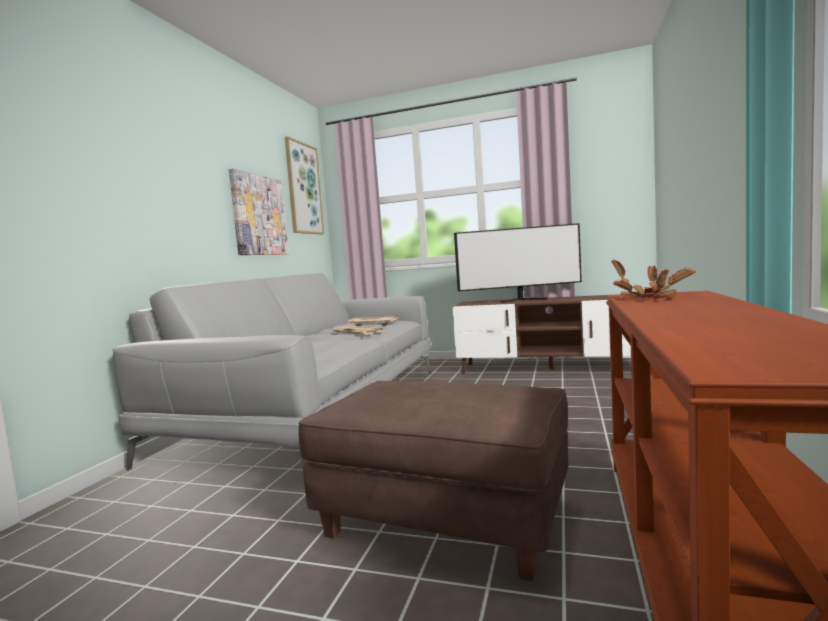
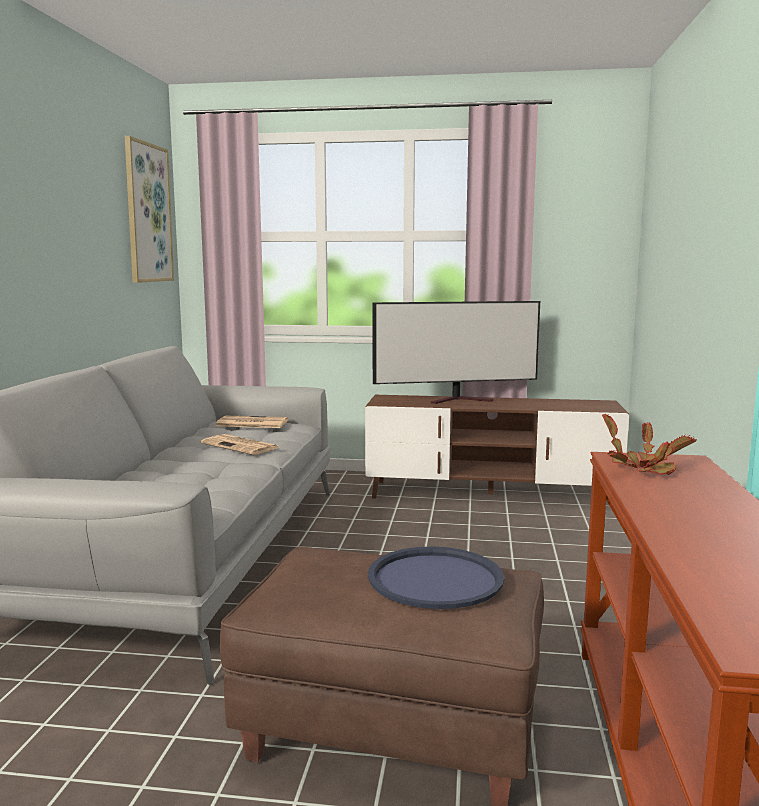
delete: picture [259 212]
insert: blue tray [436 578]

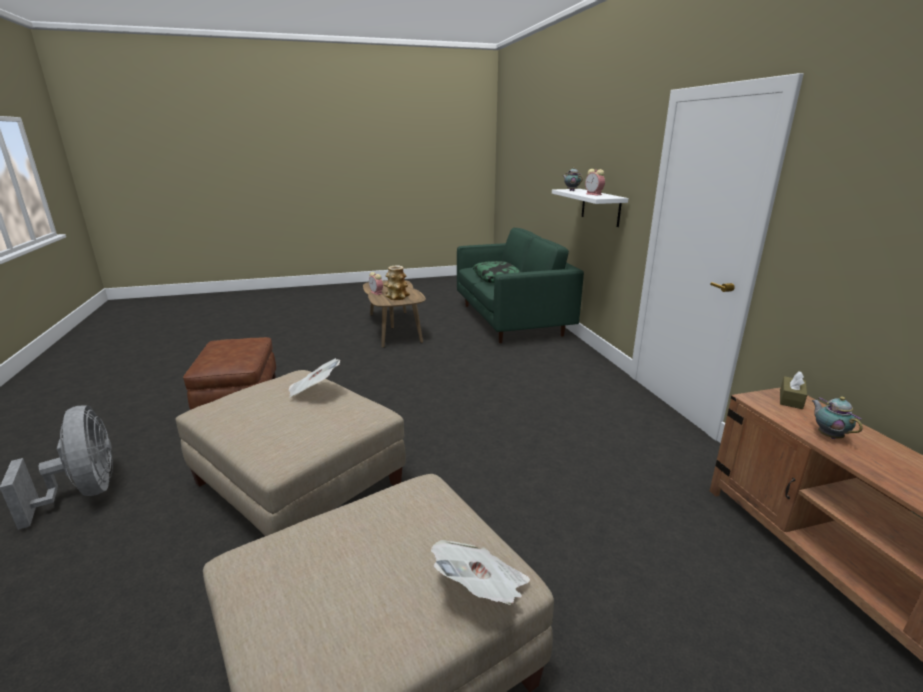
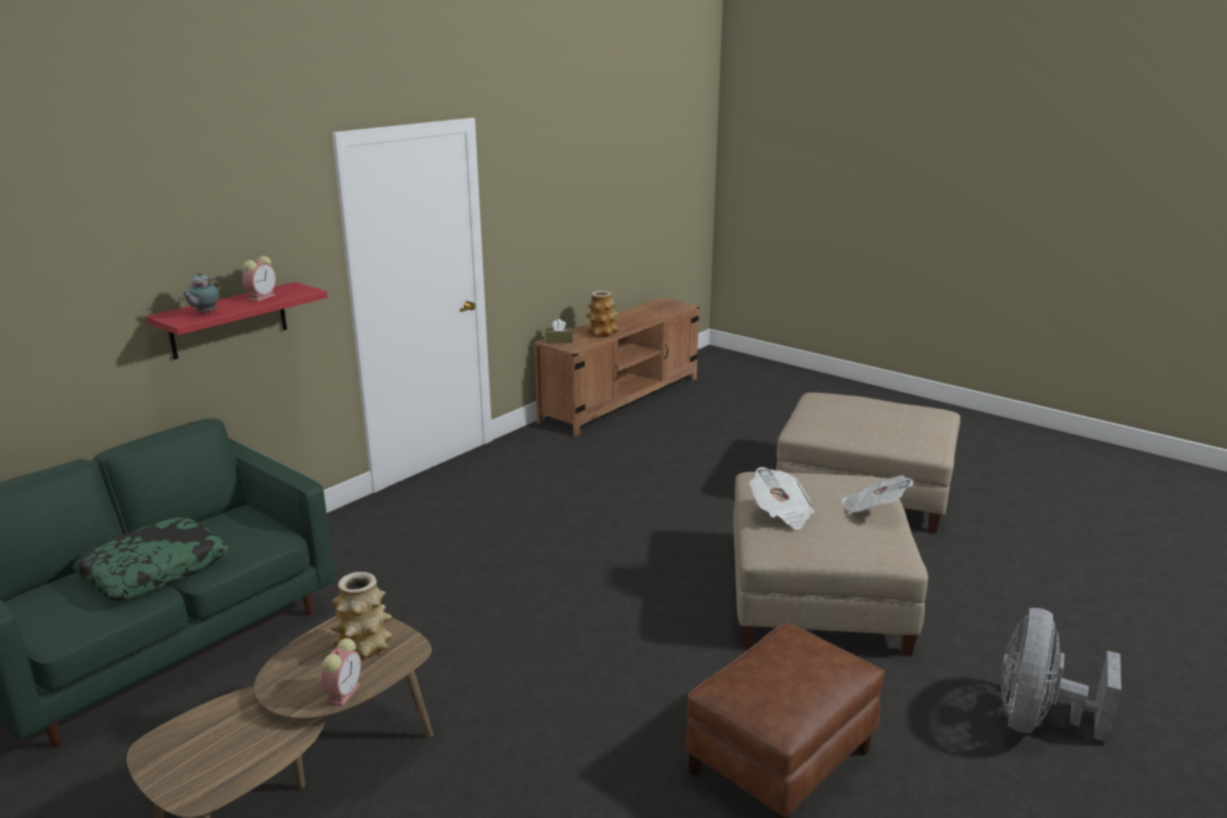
move: newspaper [480 572] to [877 494]
replace: teapot [837 418] to vase [602 314]
recolor: white shelf [590 208] to red shelf [237 321]

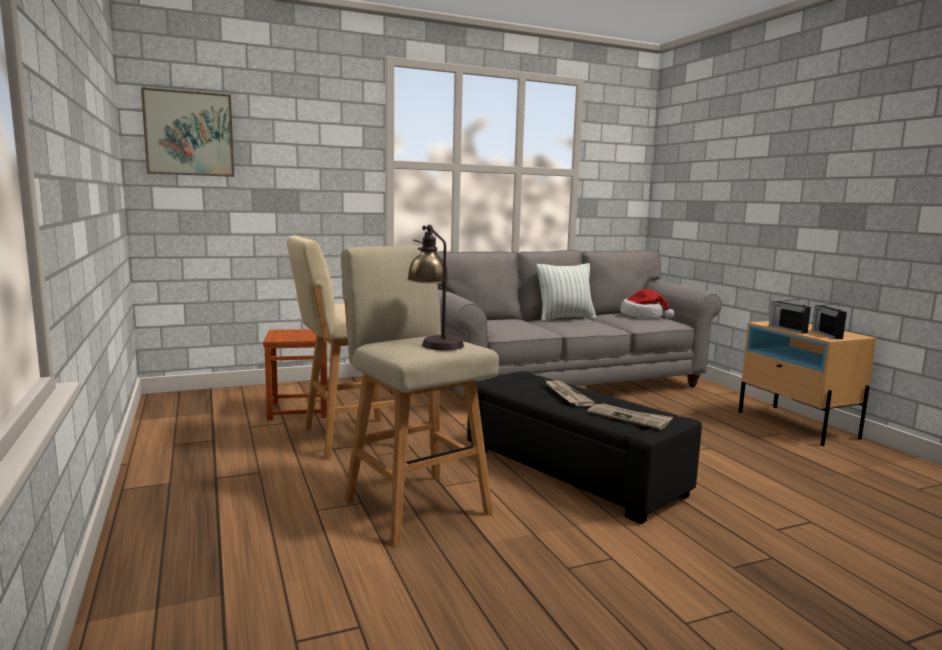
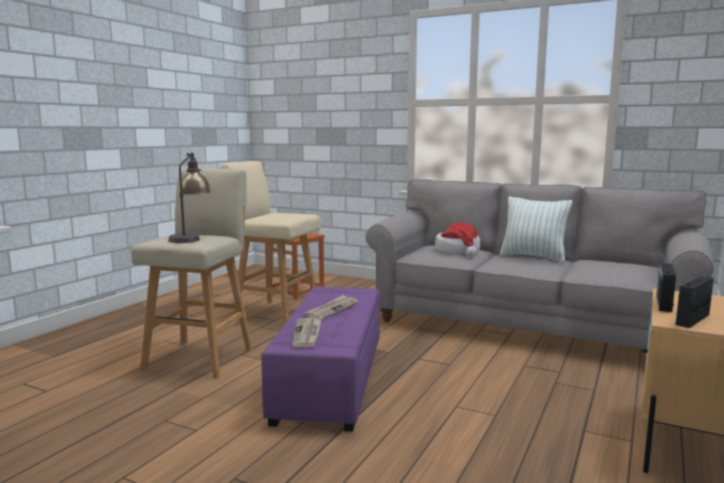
delete: picture [187 132]
move: hat [647 304] to [457 239]
recolor: black ottoman [584 447] to purple ottoman [320 359]

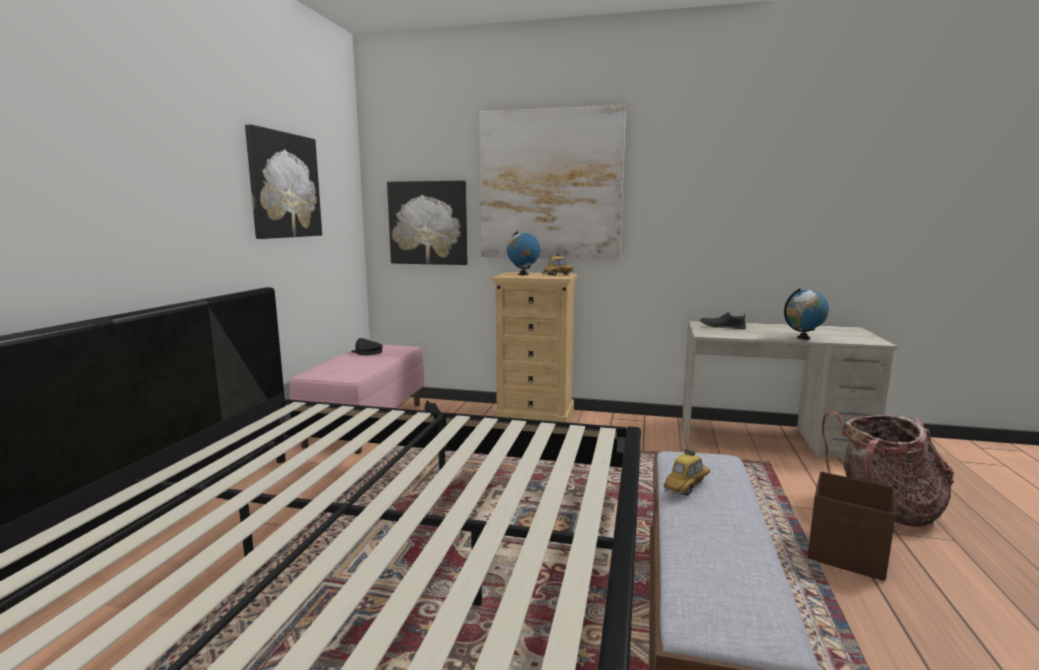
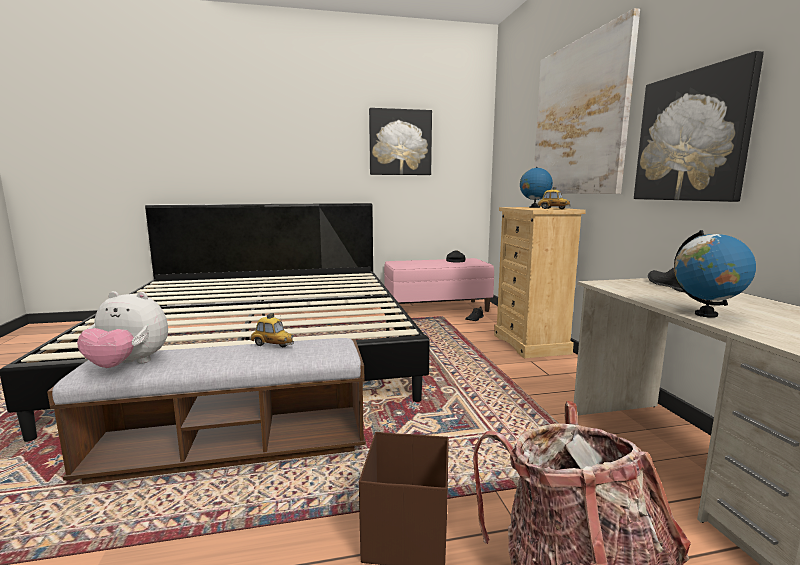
insert: plush toy [122 329]
move: picture [427 223] to [699 126]

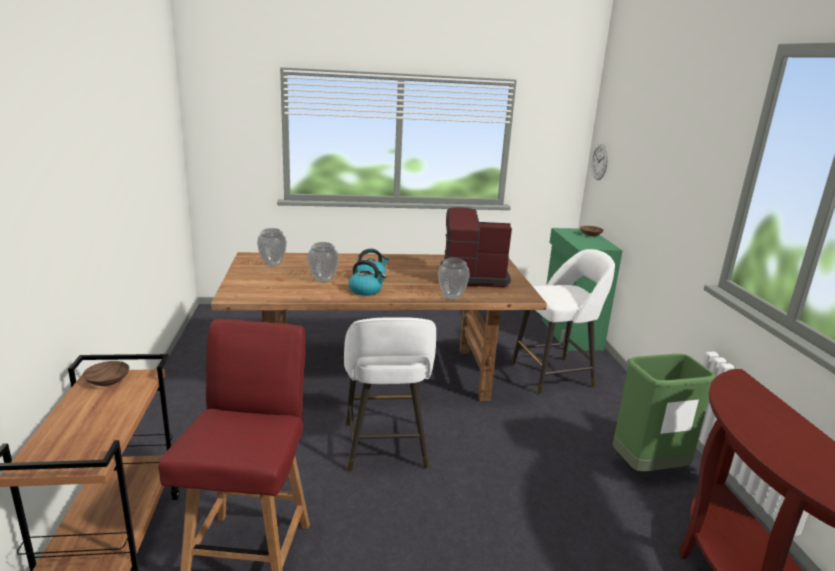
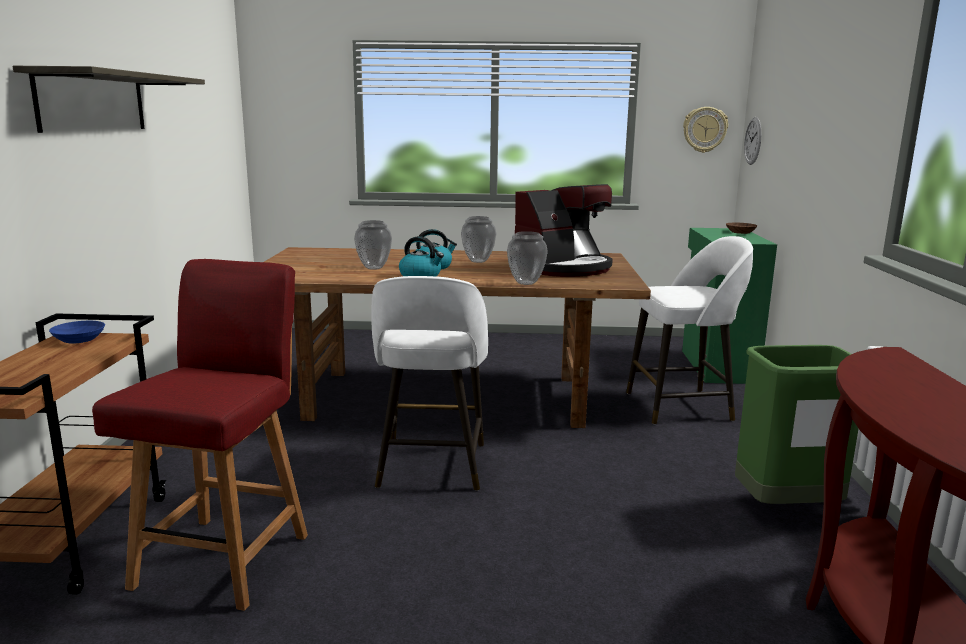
insert: shelf [109 99]; wall clock [705 130]
move: vase [272 247] to [478 239]
recolor: brown bowl [106 373] to blue bowl [77 332]
rotate: coffee machine [476 247] = [564 230] 135 degrees clockwise

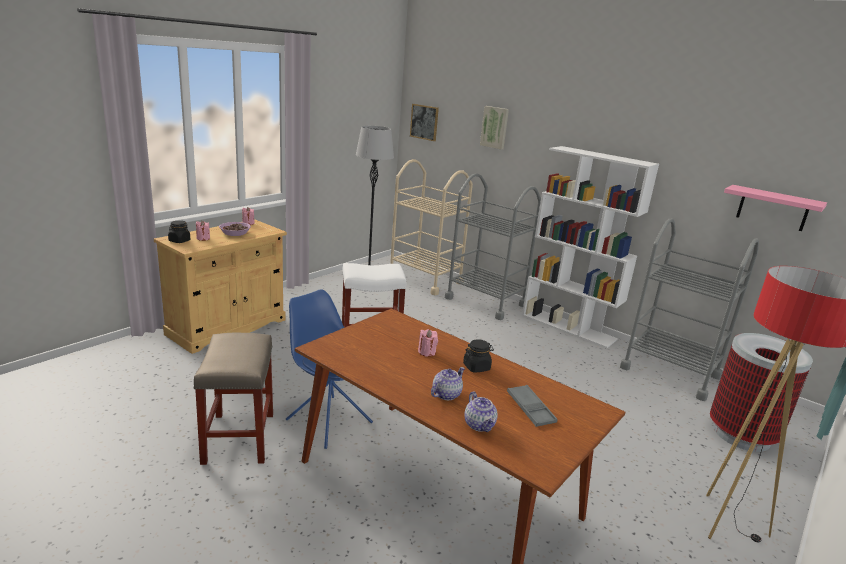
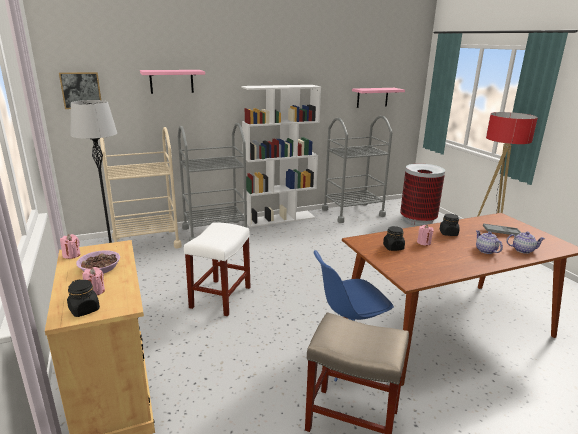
insert: black jar [394 238]
replace: picture [494 128] to pink shelf [172 82]

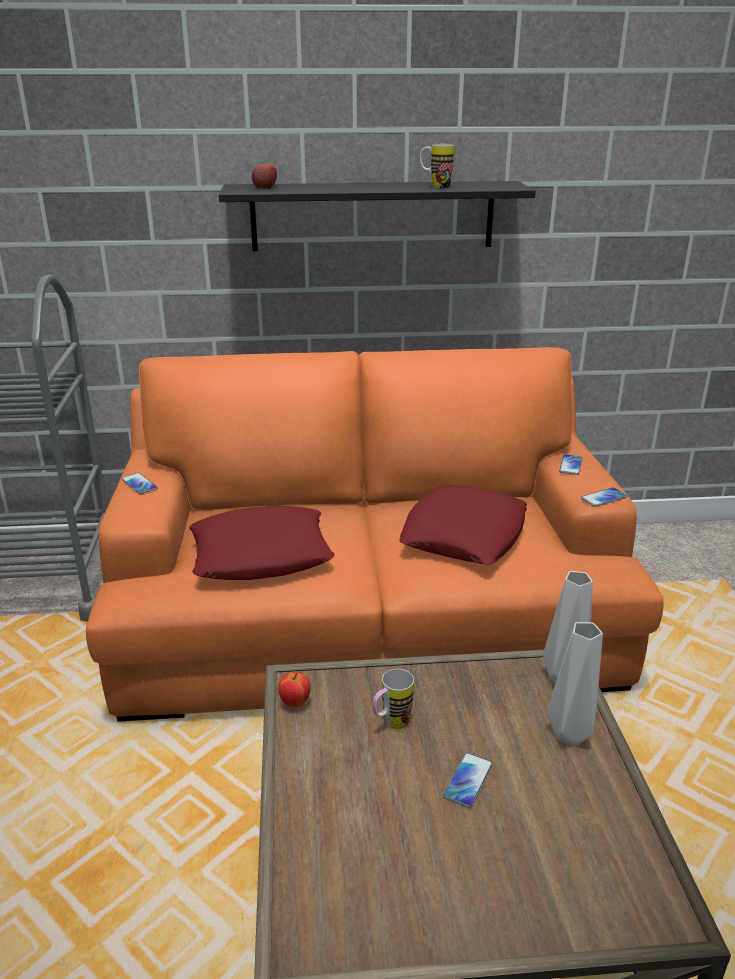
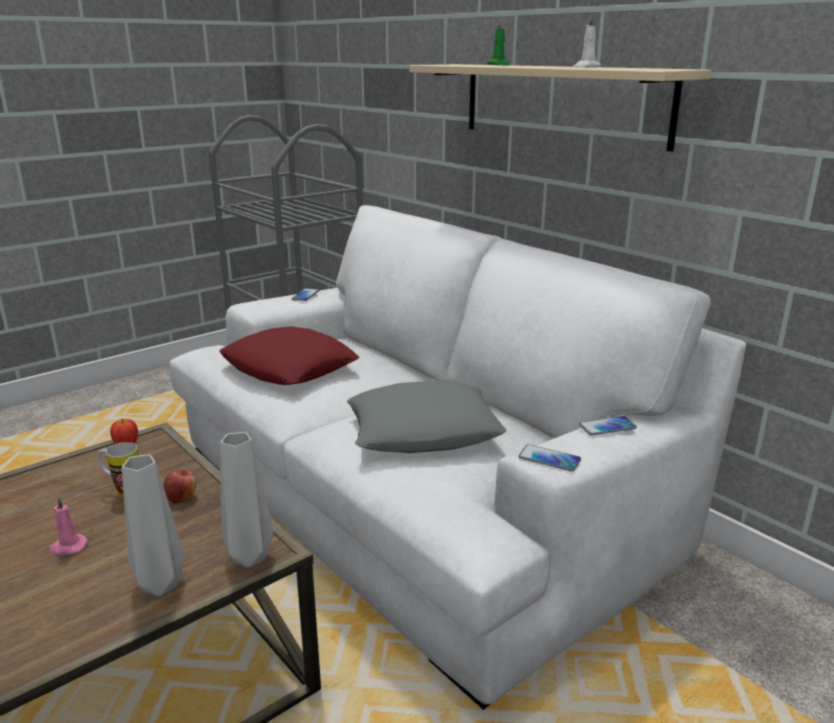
insert: green candle [498 42]
move: apple [264 176] to [179 486]
replace: mug [437 166] to white candle [587 41]; phone [468 780] to pink candle [68 526]
recolor: black shelf [377 216] to beige shelf [561 108]; orange sofa [375 534] to white sofa [458 457]; red pillow [463 524] to grey pillow [427 417]

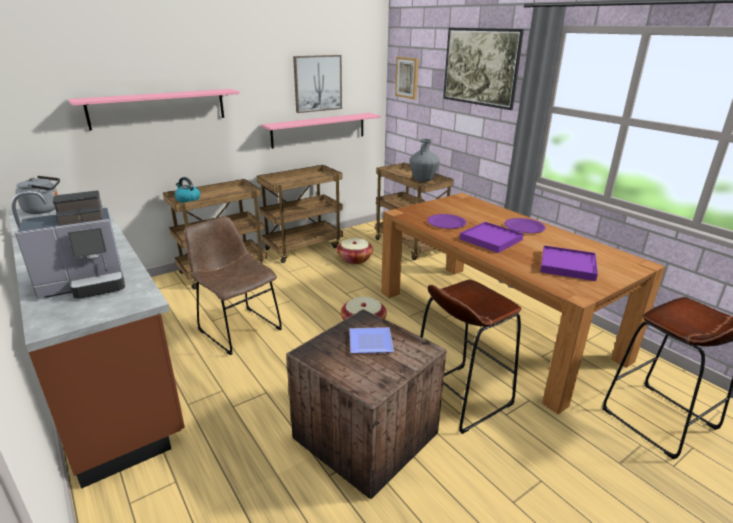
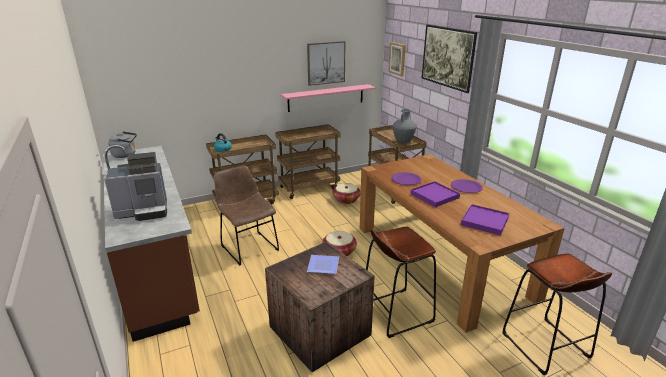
delete: pink shelf [154 110]

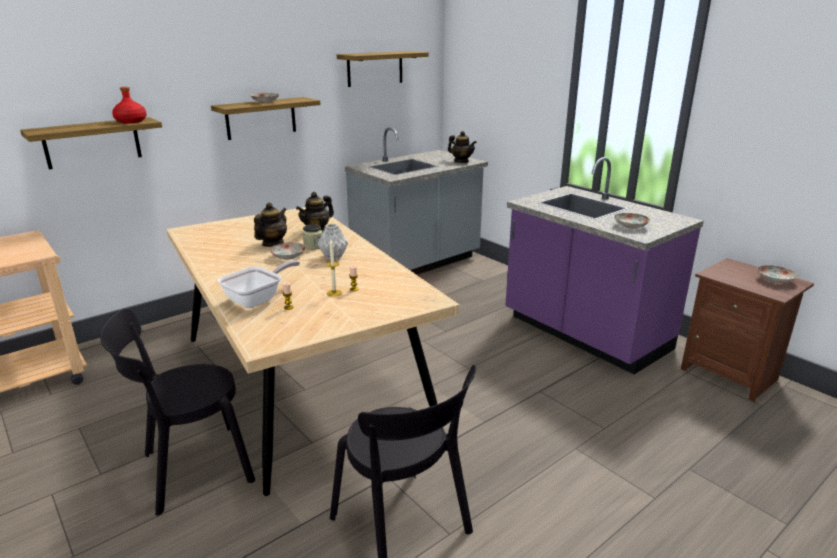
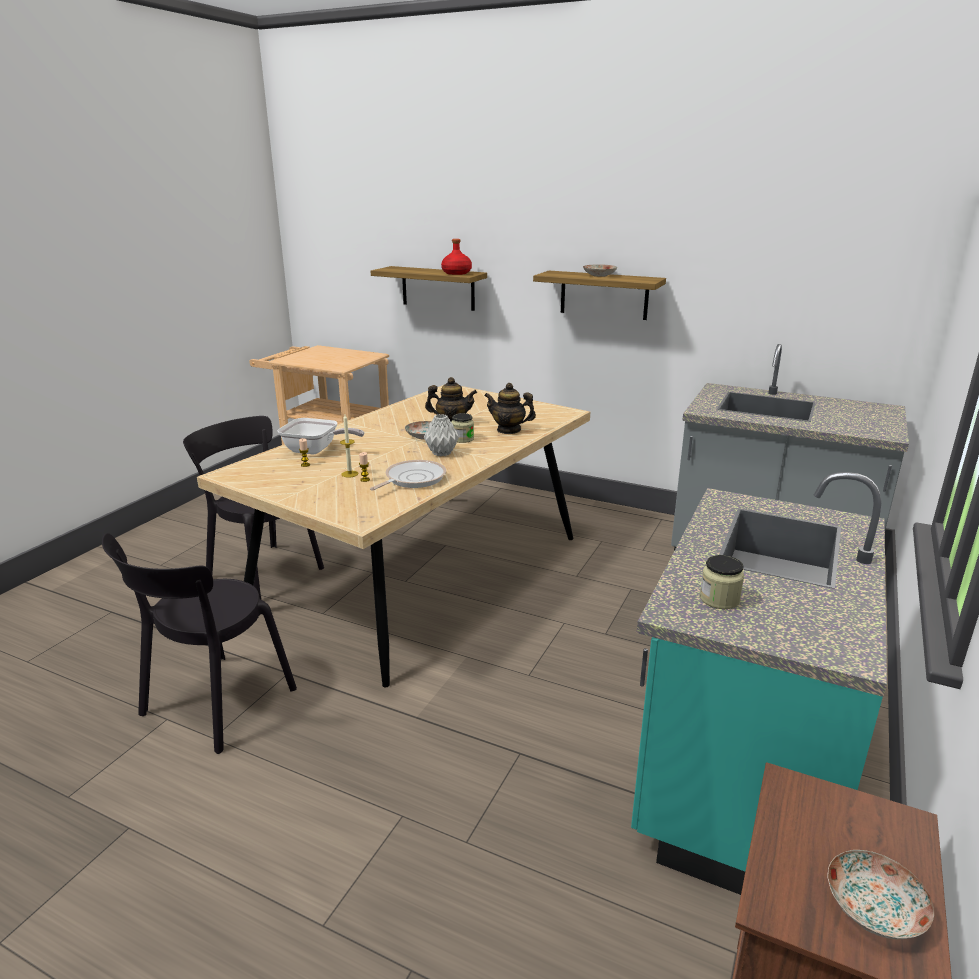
delete: shelf [383 69]; teapot [462 147]
insert: frying pan [408 475]
replace: plate [632 221] to jar [722 582]
recolor: purple counter [604 265] to turquoise counter [759 683]

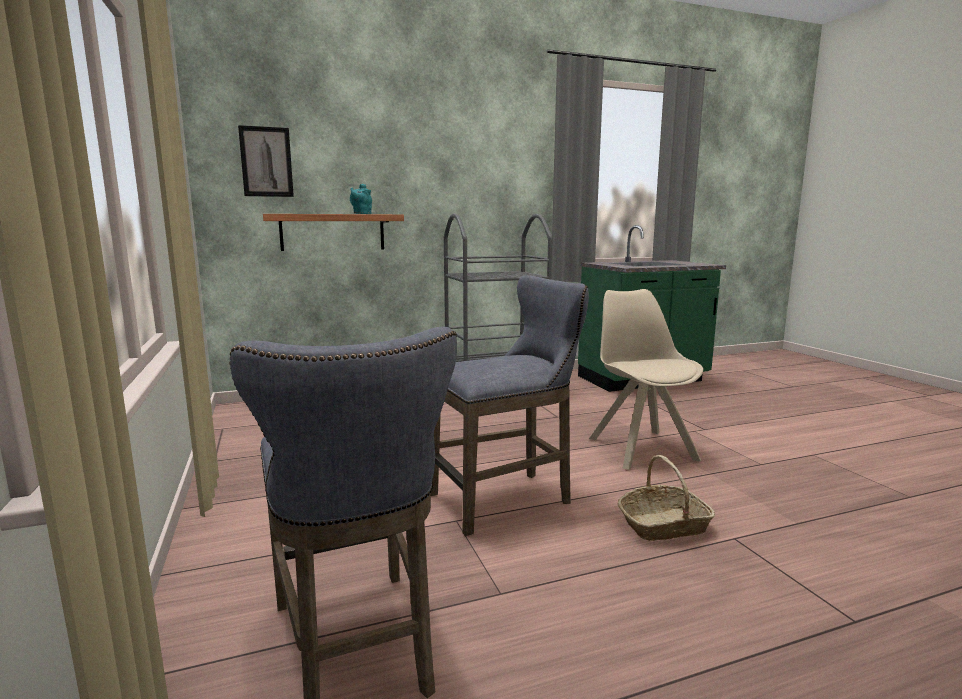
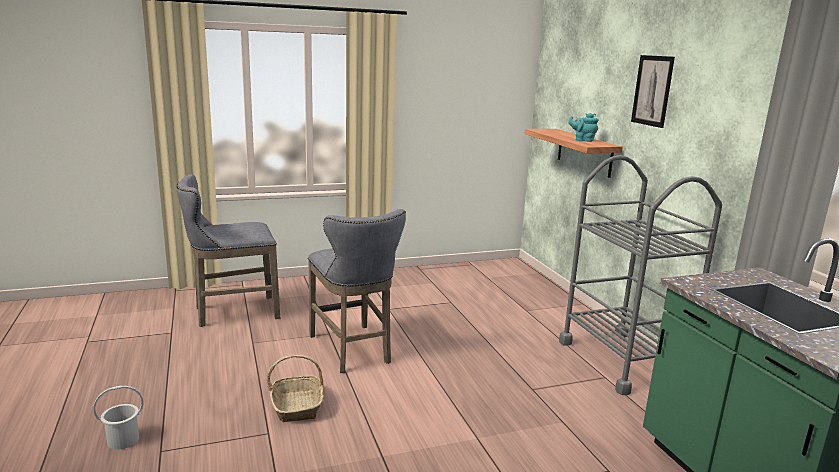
delete: beige chair [646 379]
insert: white bucket [118 418]
move: picture [266 161] to [653 91]

